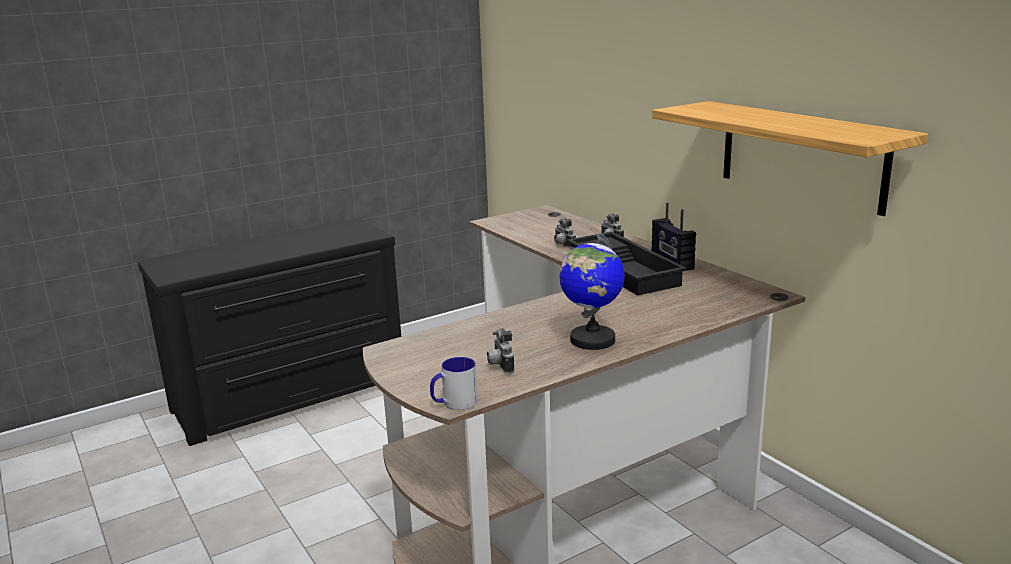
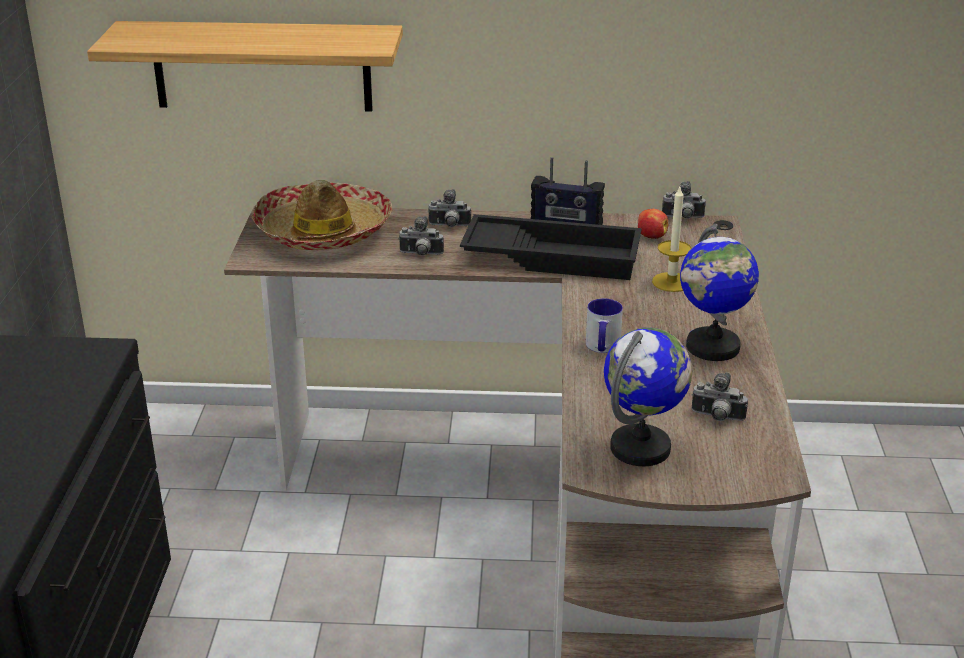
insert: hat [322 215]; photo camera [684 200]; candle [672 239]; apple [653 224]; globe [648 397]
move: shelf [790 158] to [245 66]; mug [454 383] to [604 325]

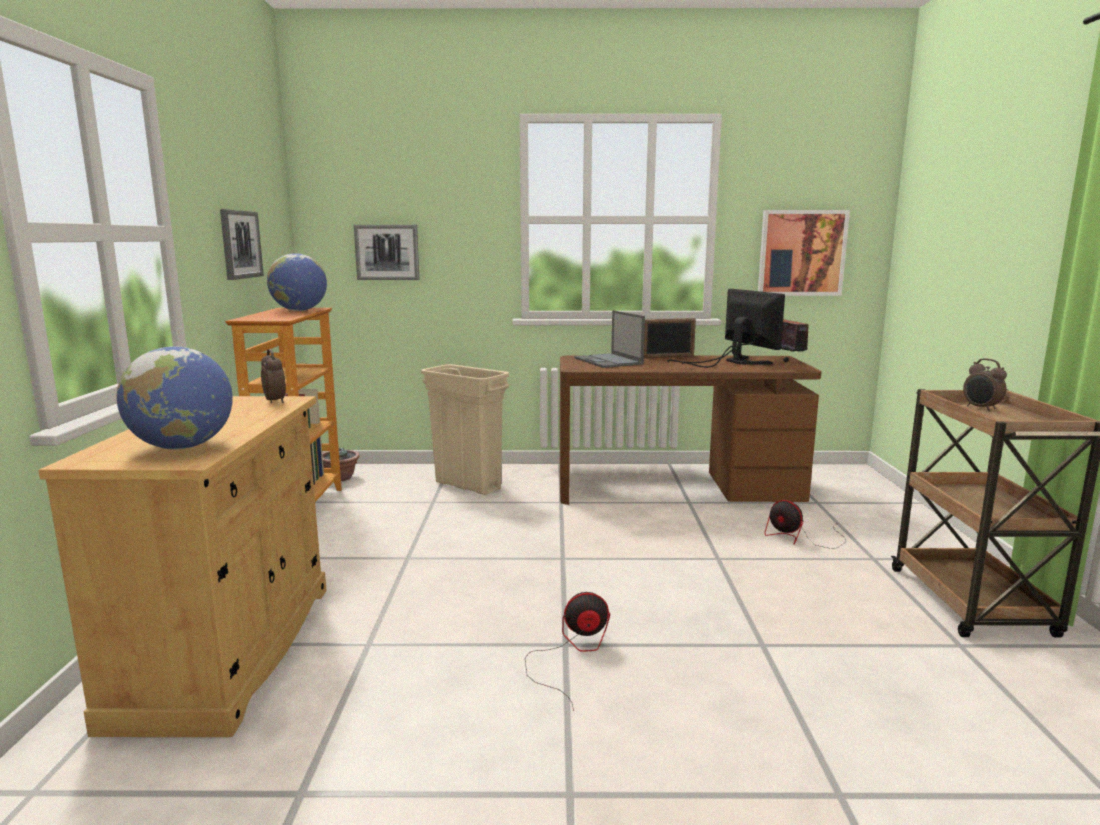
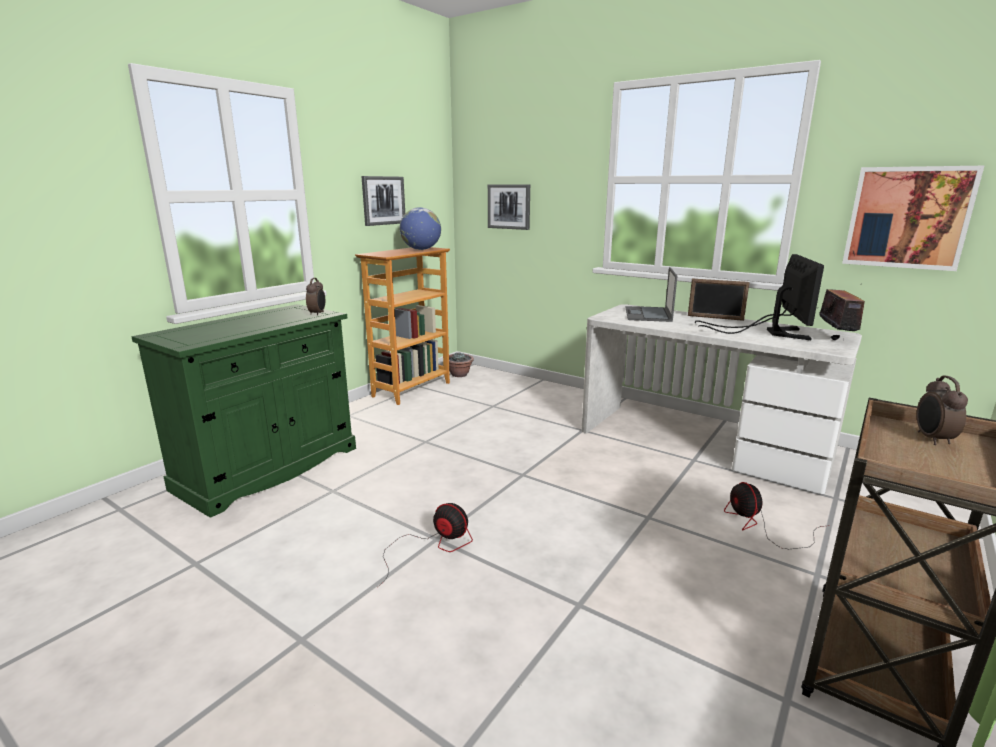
delete: globe [174 398]; beige trash can [465 429]
recolor: brown desk [690 430] to white desk [721 399]; beige cabinet [182 566] to green cabinet [244 411]

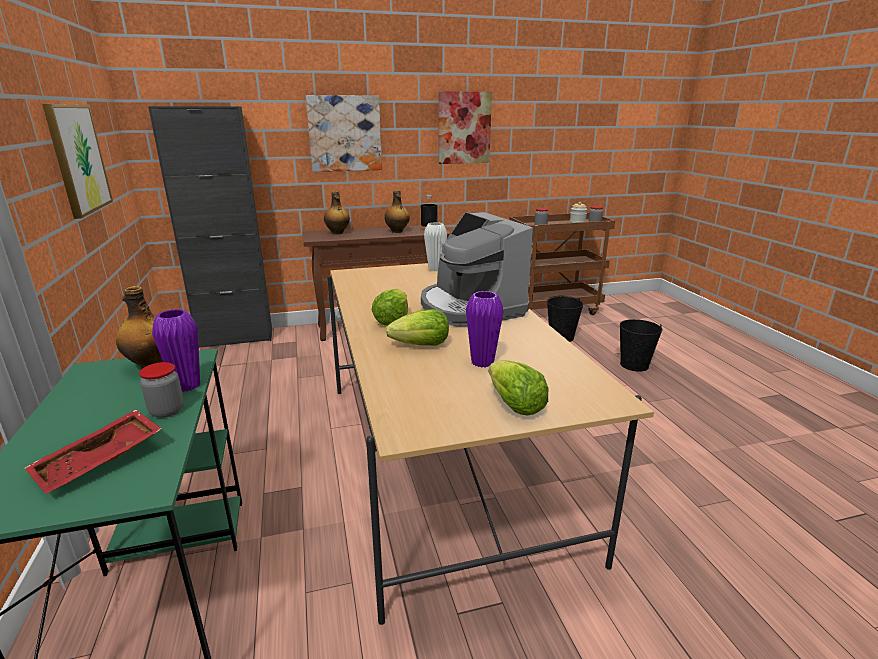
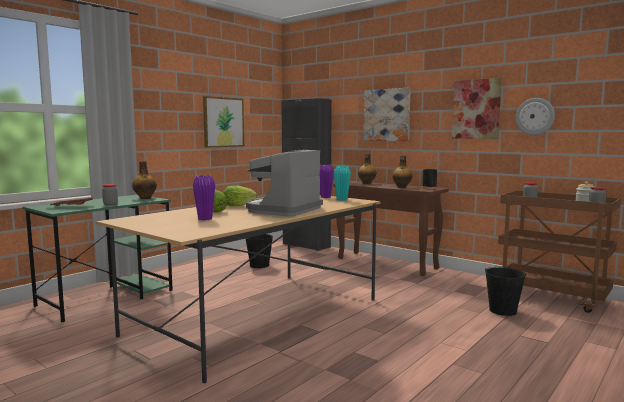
delete: lettuce [518 387]
insert: wall clock [535 116]
move: purple vase [176 350] to [326 181]; black bucket [641 345] to [259 251]
recolor: white vase [435 246] to turquoise vase [342 183]

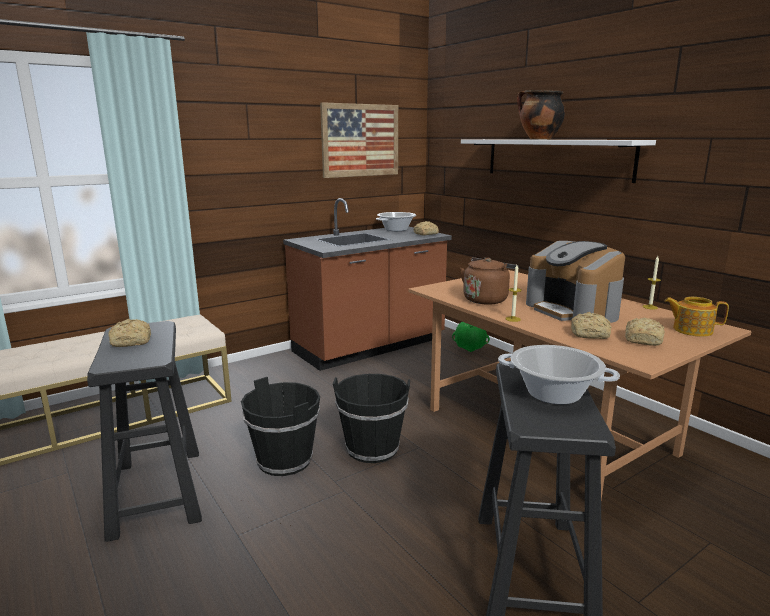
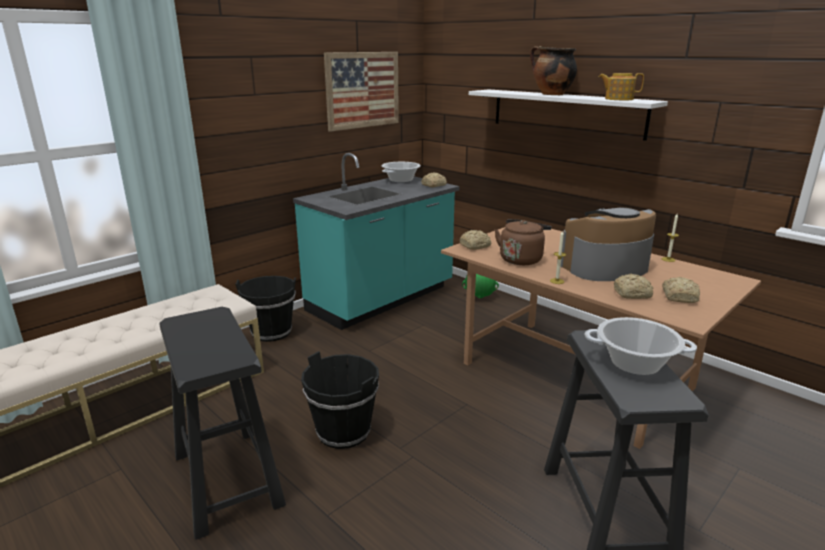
move: teapot [697 317] to [621 86]; bread [129 333] to [475 240]; black bucket [371 418] to [265 309]
recolor: brown counter [367 284] to turquoise counter [376 241]
rotate: coffee machine [575 282] = [608 244] 105 degrees clockwise

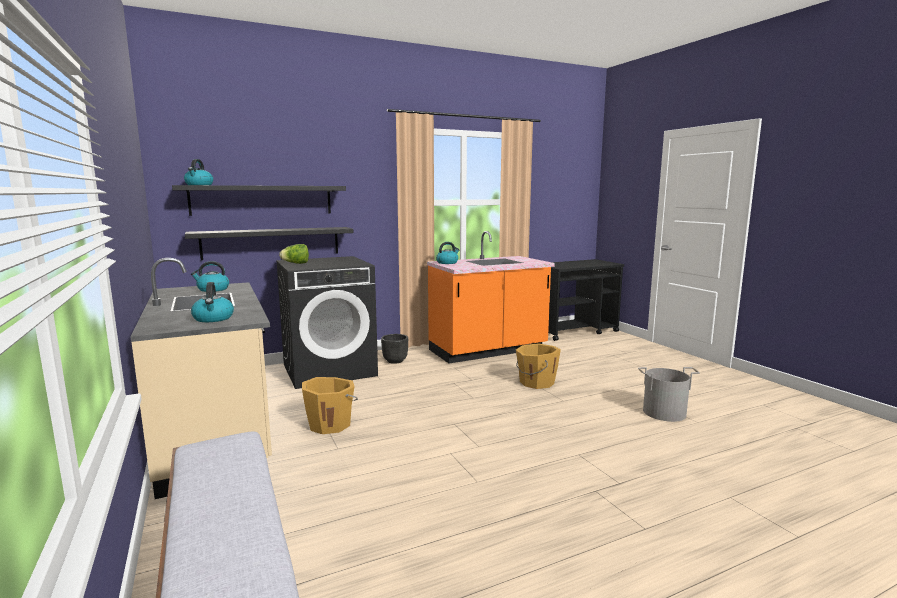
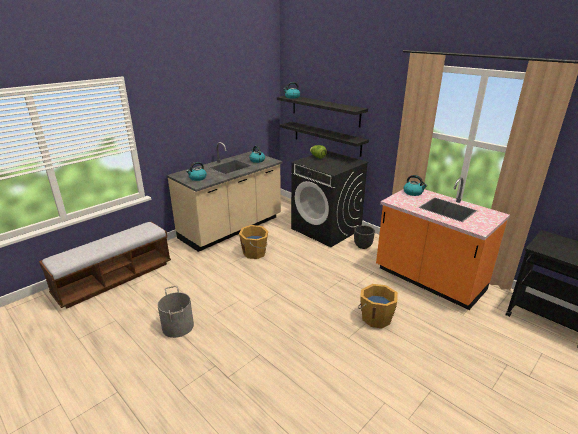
move: grey bucket [669 394] to [176 312]

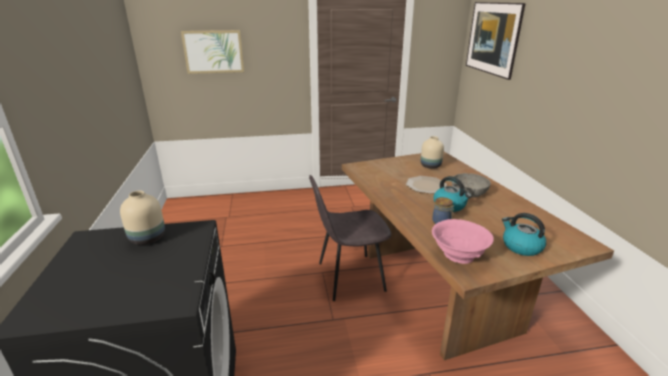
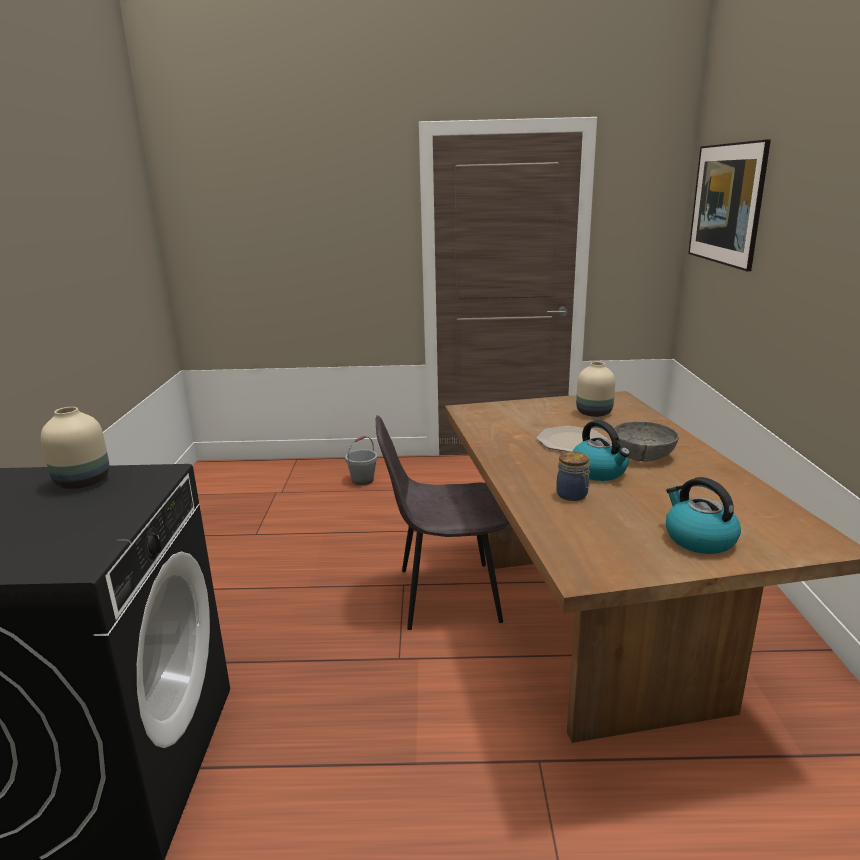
delete: picture [212 52]; pink bowl [463 241]
insert: grey bucket [361 460]

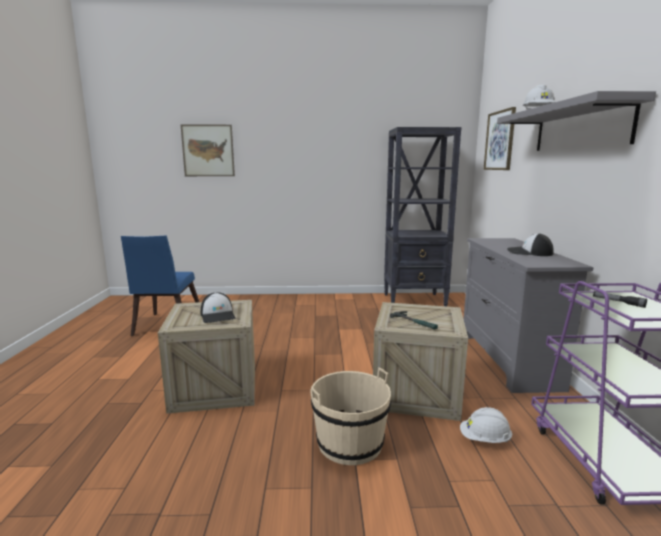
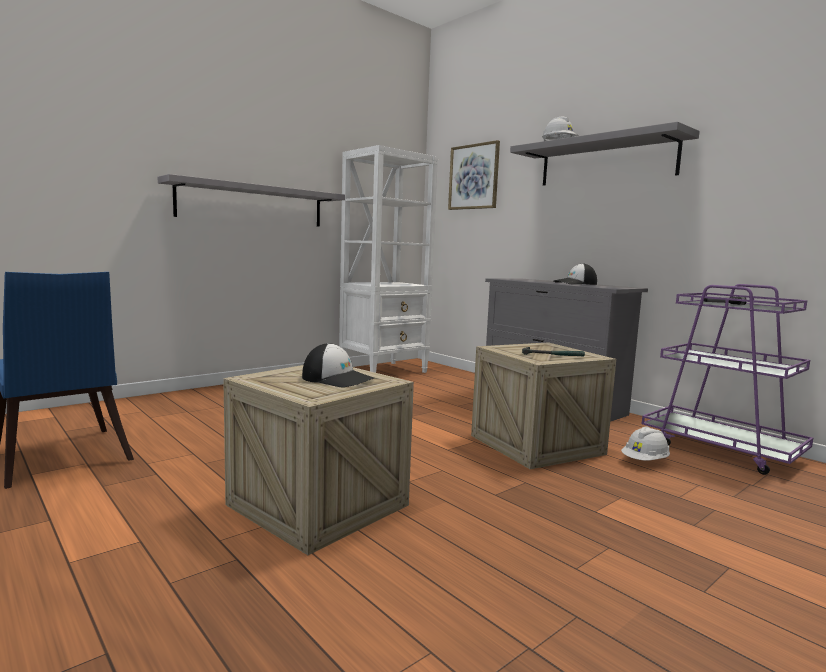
delete: picture [207 150]; beige bucket [351 416]
insert: grey shelf [251 200]
recolor: black bookcase [423 216] to white bookcase [388 259]

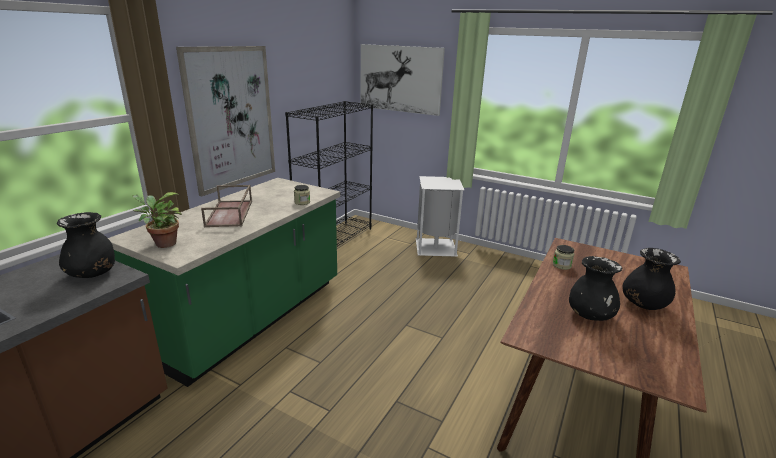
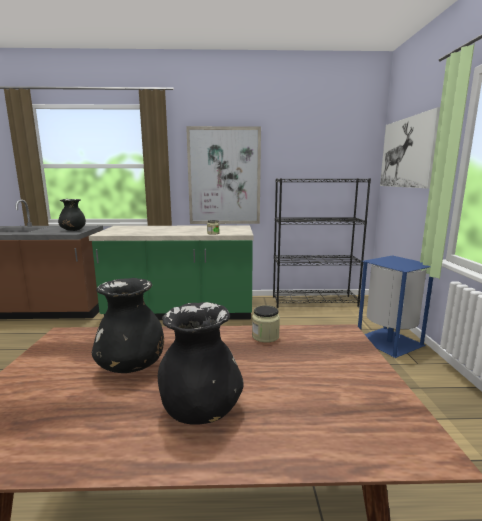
delete: brown tray [226 206]; potted plant [157 220]
recolor: white trash can [440 216] to blue trash can [395 306]

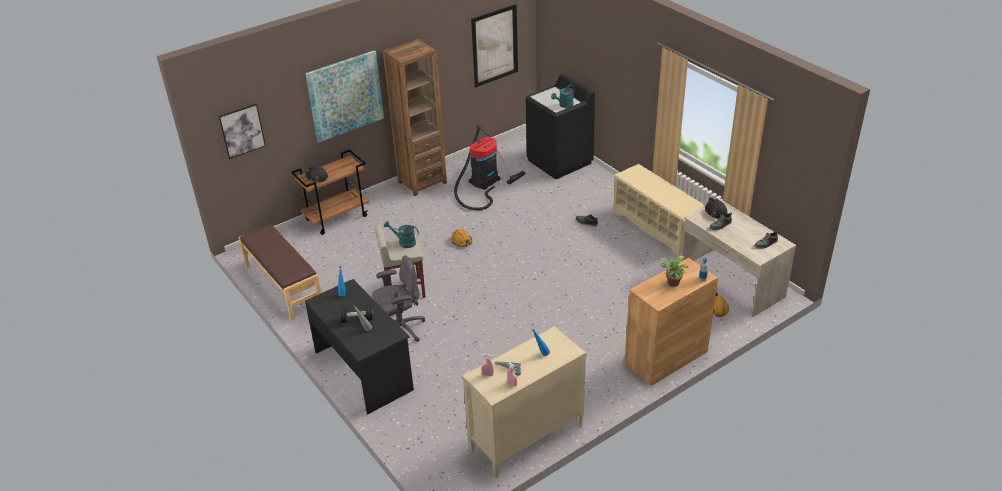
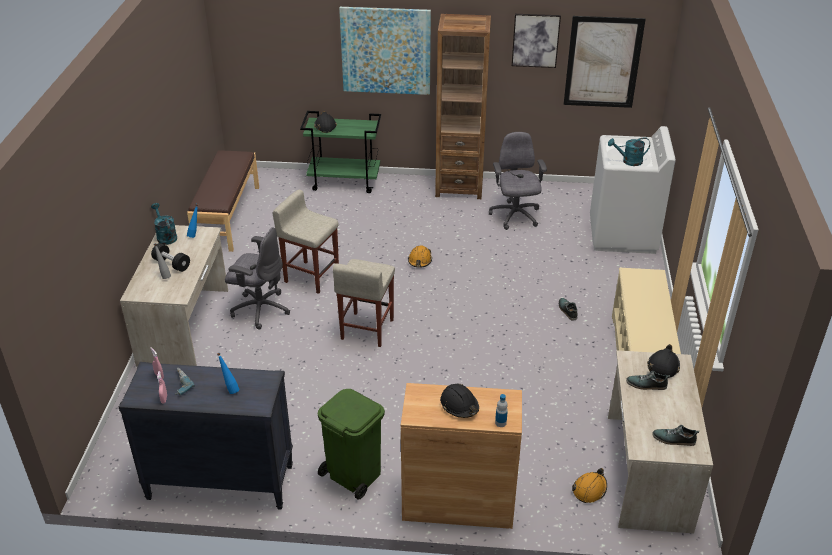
insert: beige stool [364 303]; green trash can [351 444]
move: picture [242 131] to [536 41]; turquoise watering can [401 234] to [164 224]
replace: vacuum cleaner [489 167] to grey office chair [518 181]; potted plant [673 271] to black hard hat [459 400]
recolor: black washing machine [560 126] to white washing machine [633 190]; brown cart [330 192] to green cart [340 152]; black desk [359 347] to beige desk [174 295]; beige dresser [524 402] to black dresser [206 436]

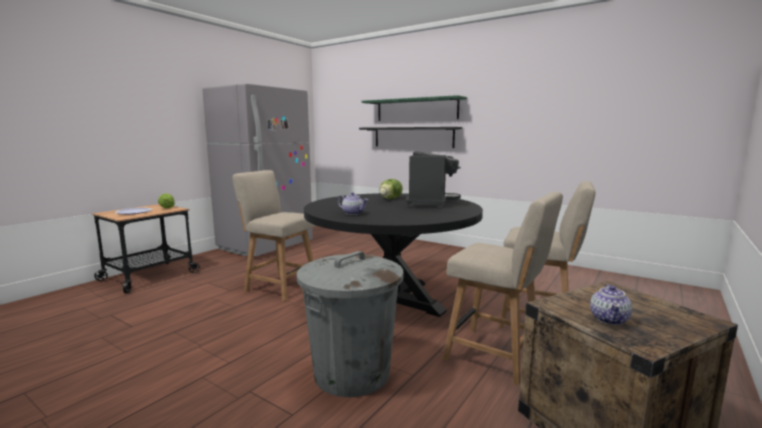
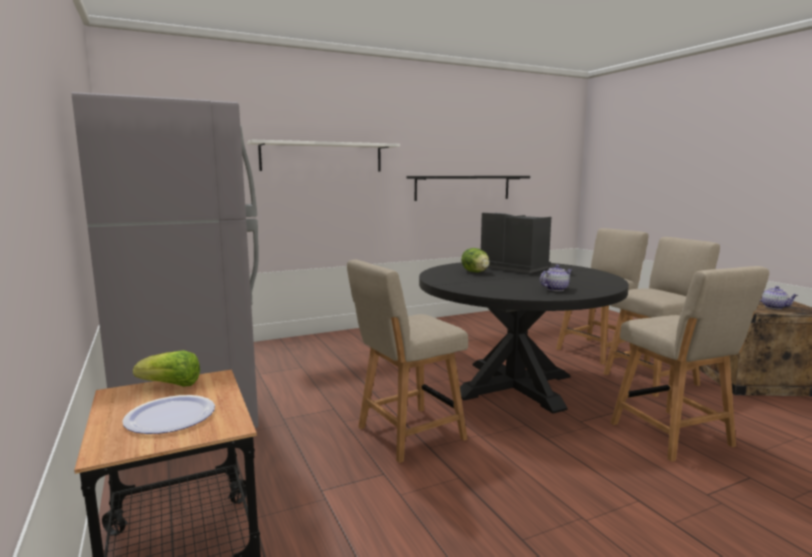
move: black shelf [410 137] to [468 188]
replace: grey trash can [350 324] to beige chair [690 364]
recolor: green shelf [414 108] to white shelf [323 155]

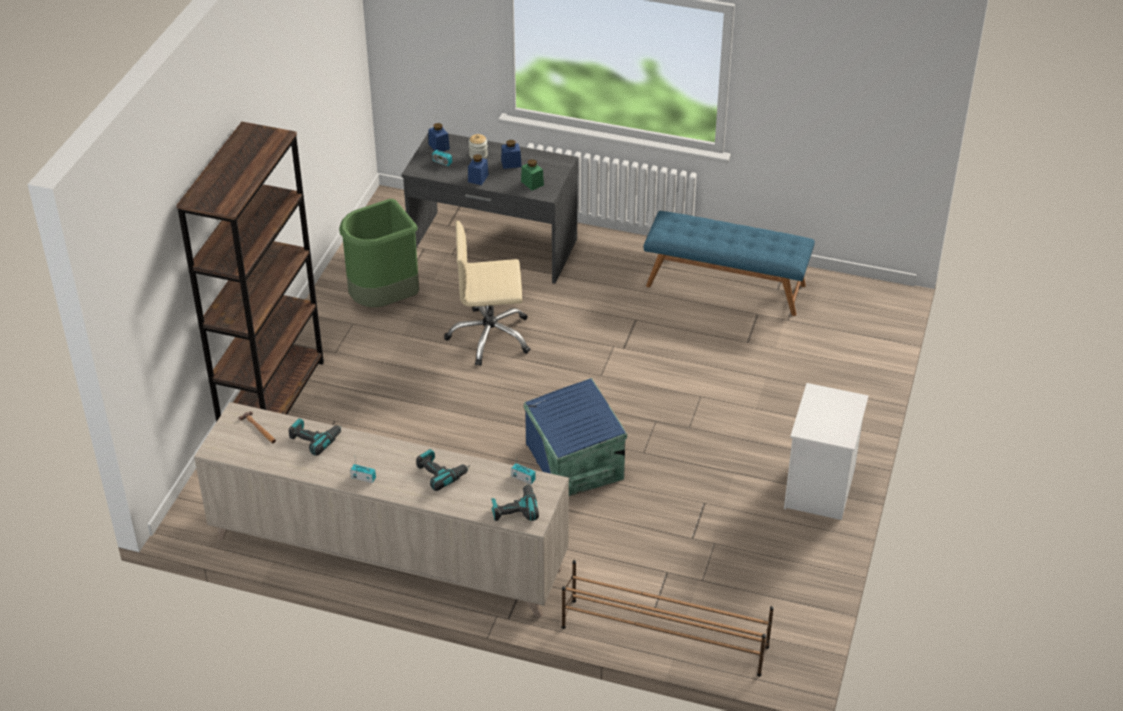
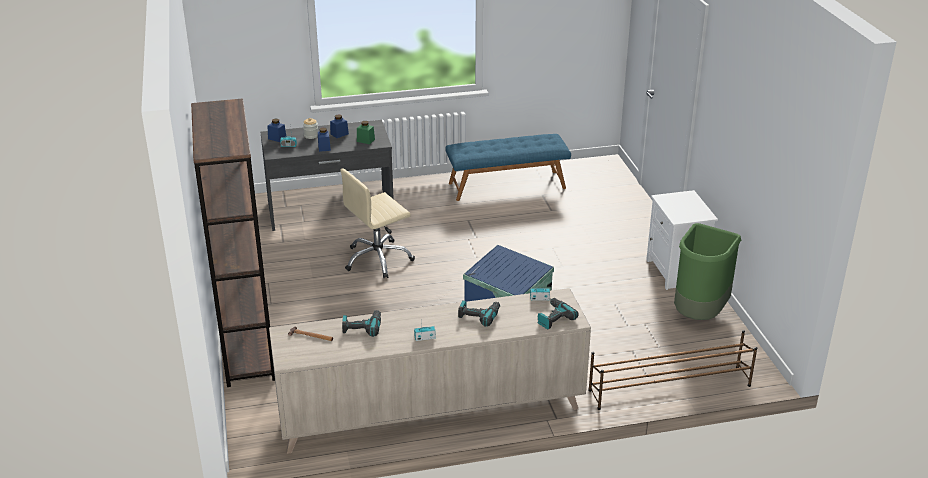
move: green trash can [379 253] to [707 271]

